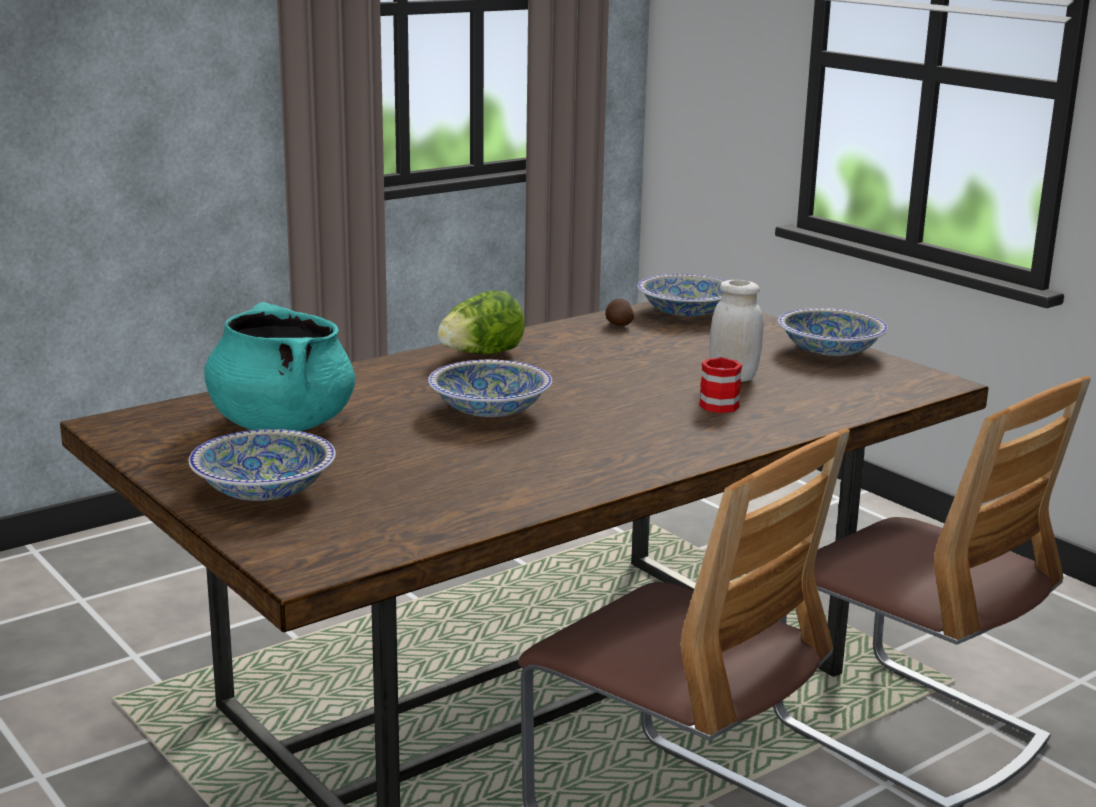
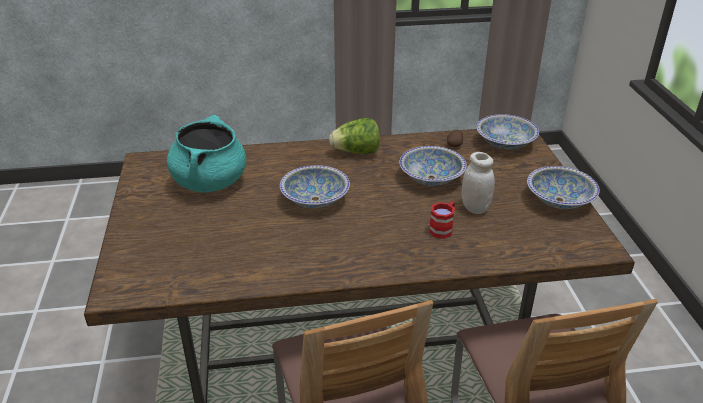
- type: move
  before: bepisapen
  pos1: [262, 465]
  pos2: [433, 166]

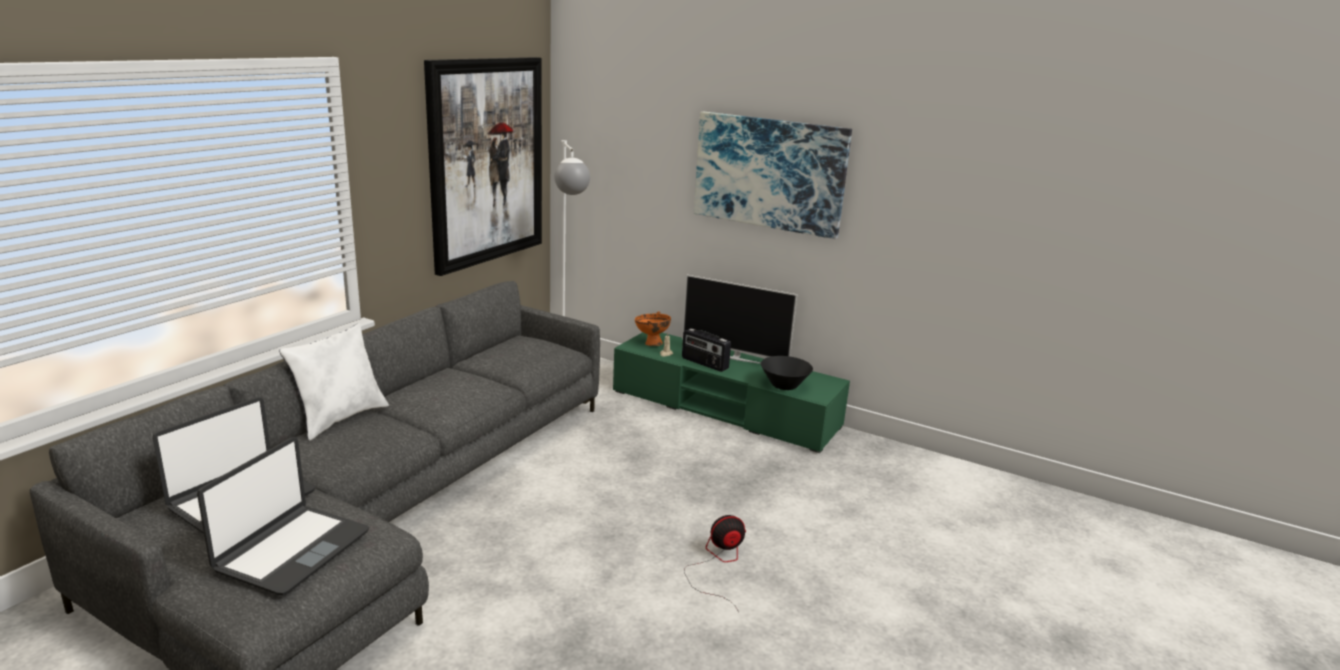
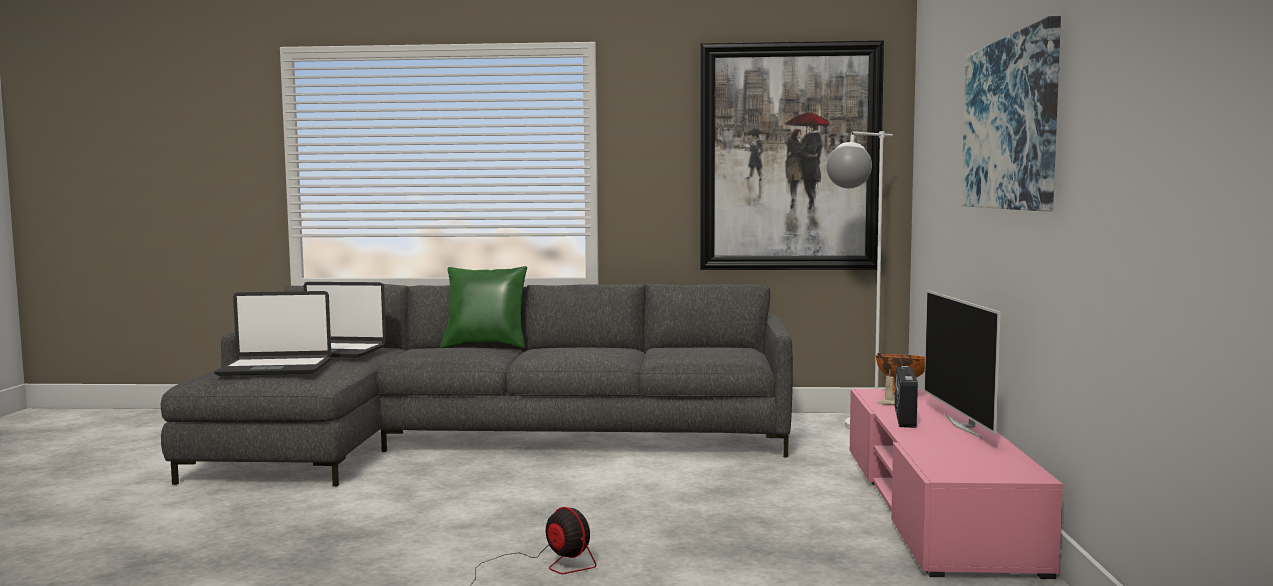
- type: delete
  before: black_bepisapen
  pos1: [787, 373]
- type: recolor
  before: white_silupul
  after: green_silupul
  pos1: [334, 382]
  pos2: [483, 307]
- type: recolor
  before: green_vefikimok
  after: pink_vefikimok
  pos1: [731, 392]
  pos2: [956, 484]

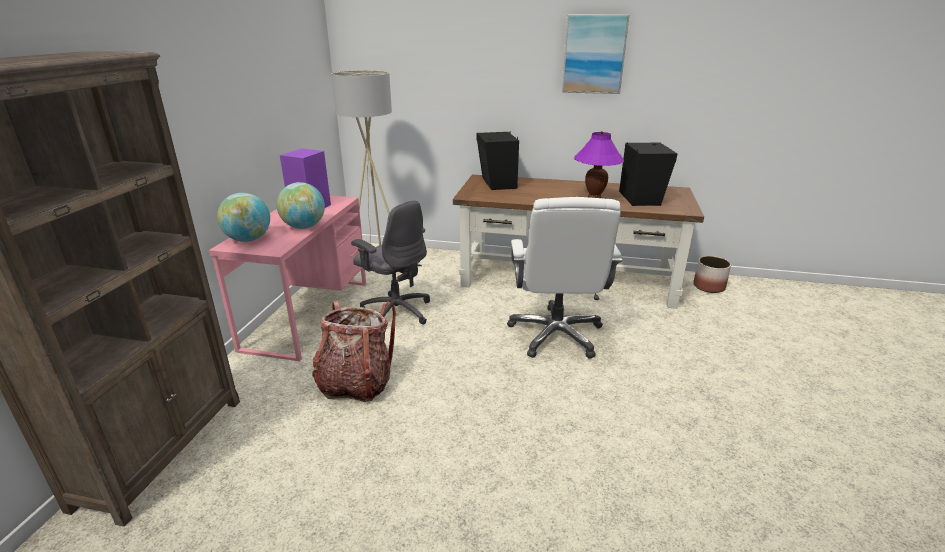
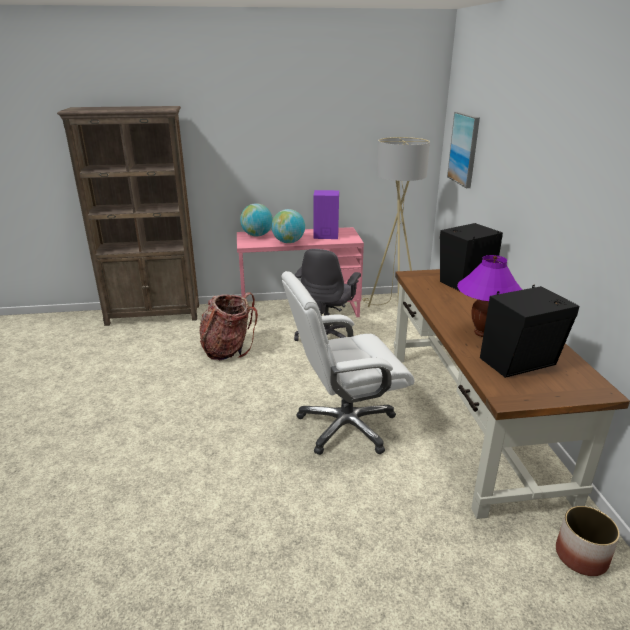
- type: move
  before: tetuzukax
  pos1: [596, 54]
  pos2: [463, 150]

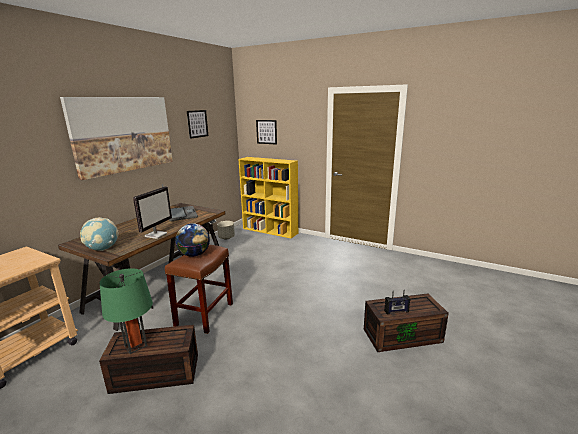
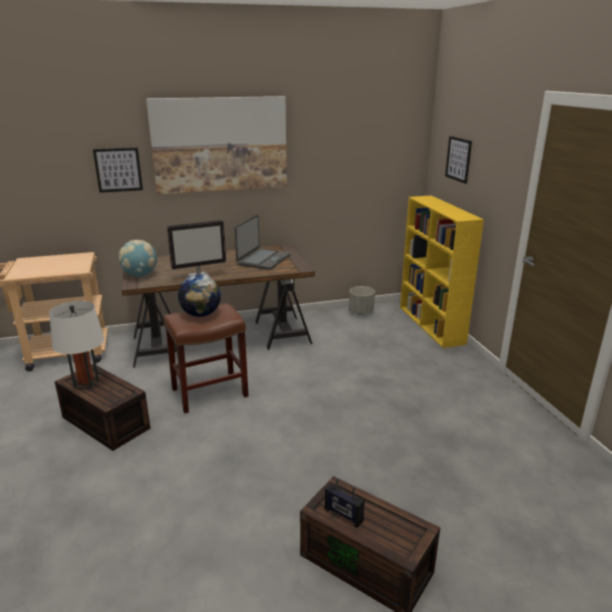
- type: move
  before: tetuzukax
  pos1: [197, 124]
  pos2: [118, 170]
- type: recolor
  before: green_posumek
  after: white_posumek
  pos1: [126, 311]
  pos2: [76, 345]

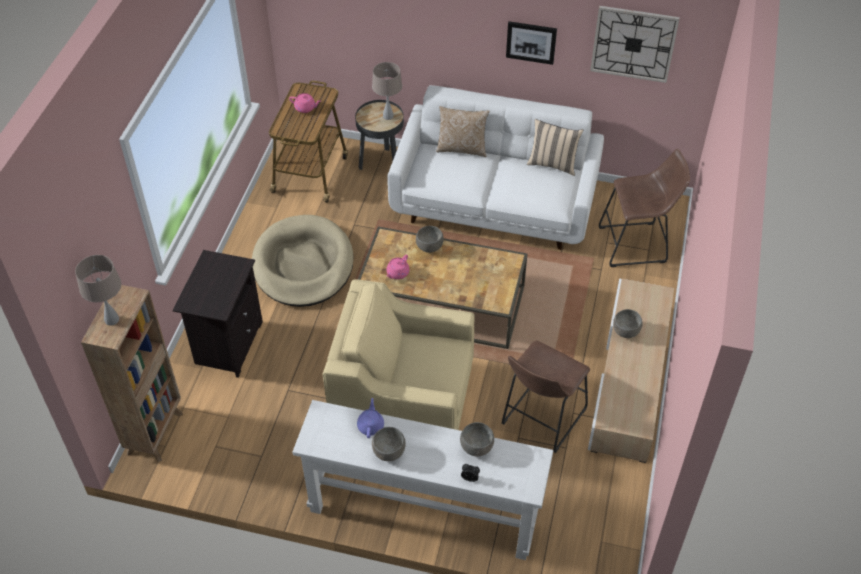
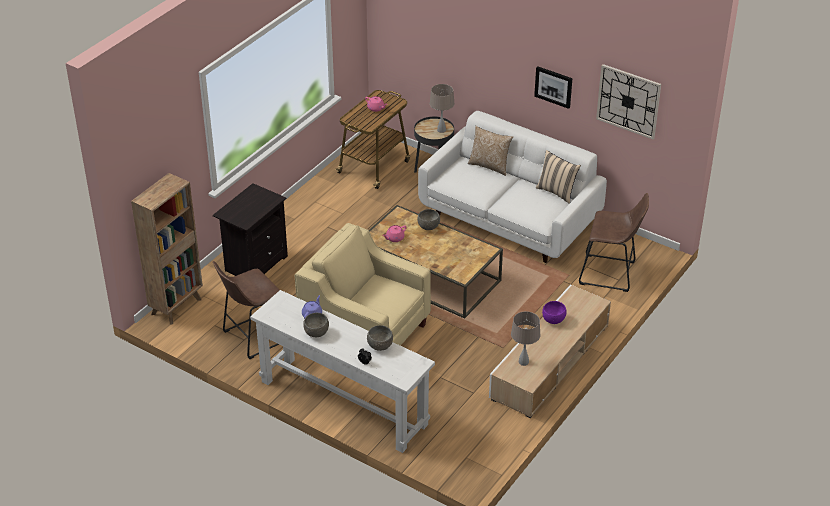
- type: delete
  before: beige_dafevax
  pos1: [302, 261]
- type: move
  before: beige_posumek
  pos1: [98, 290]
  pos2: [525, 338]
- type: move
  before: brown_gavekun
  pos1: [546, 397]
  pos2: [246, 310]
- type: recolor
  before: grey_bepisapen
  after: purple_bepisapen
  pos1: [628, 323]
  pos2: [554, 312]

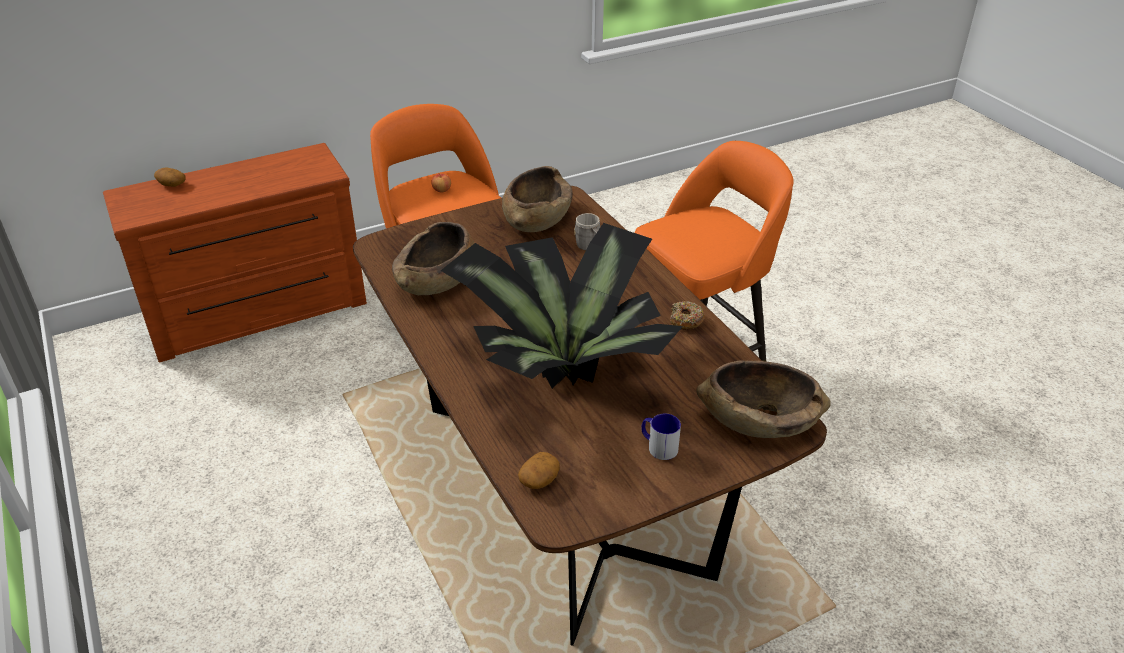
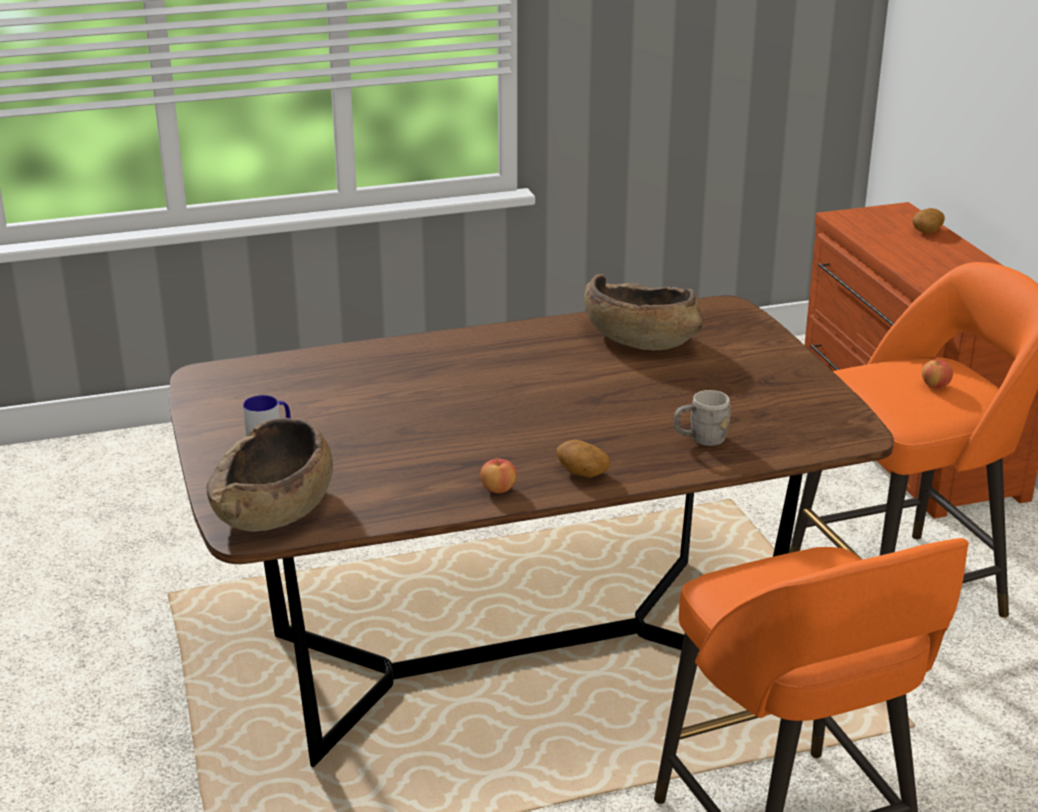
- type: delete
  before: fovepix
  pos1: [561, 306]
- type: delete
  before: brown_bepisapen
  pos1: [537, 199]
- type: move
  before: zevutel
  pos1: [539, 470]
  pos2: [583, 458]
- type: replace
  before: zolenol
  after: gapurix
  pos1: [687, 315]
  pos2: [498, 475]

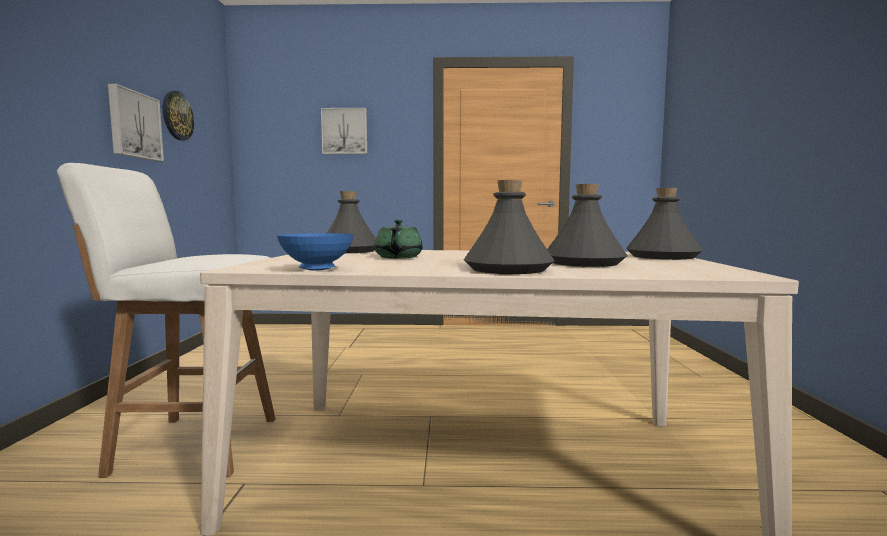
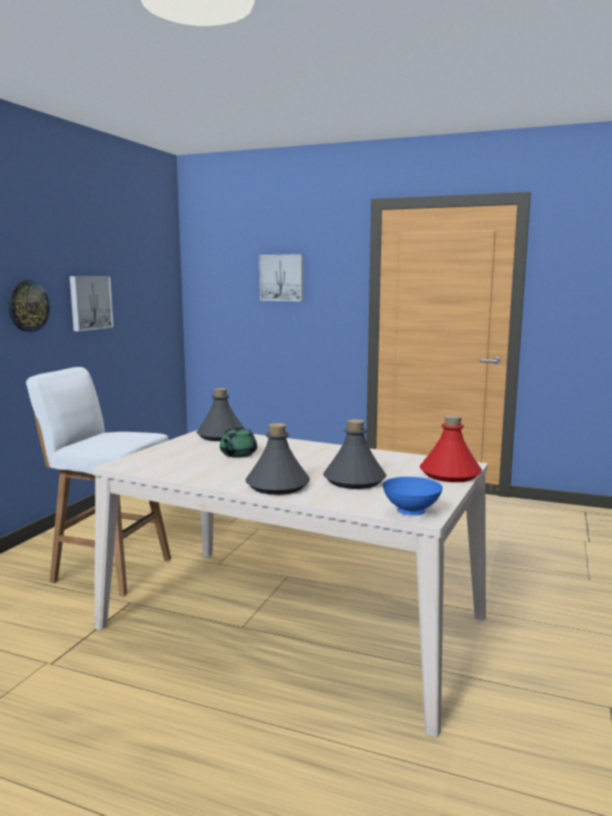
- type: move
  before: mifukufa
  pos1: [178, 115]
  pos2: [29, 306]
- type: move
  before: blue_bepisapen
  pos1: [315, 252]
  pos2: [412, 496]
- type: recolor
  before: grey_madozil
  after: red_madozil
  pos1: [664, 224]
  pos2: [451, 448]

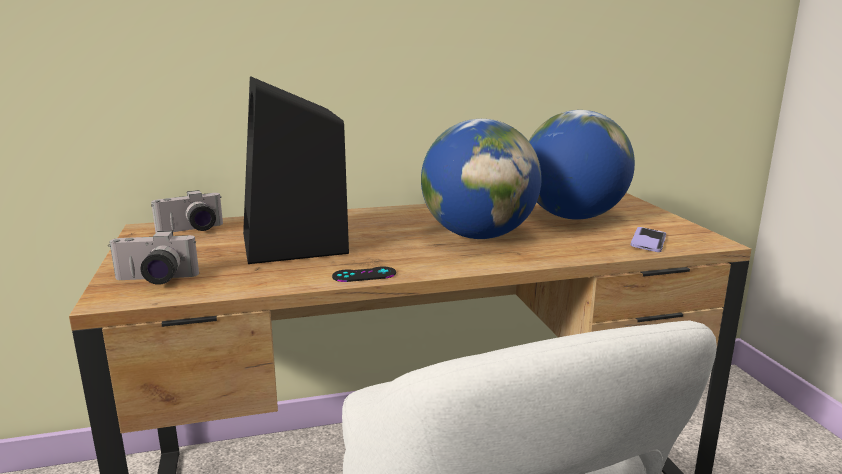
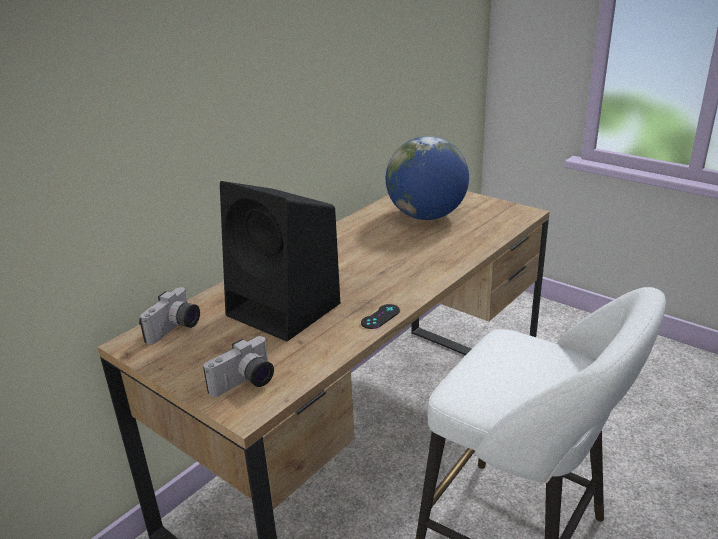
- type: delete
  before: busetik
  pos1: [481, 179]
- type: delete
  before: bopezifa
  pos1: [648, 239]

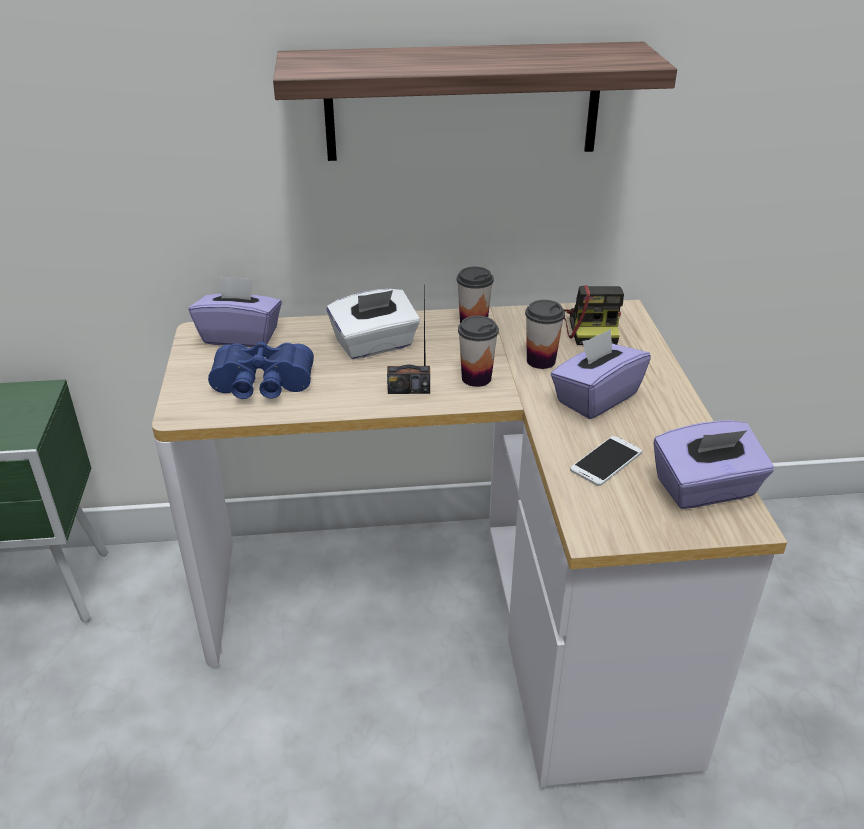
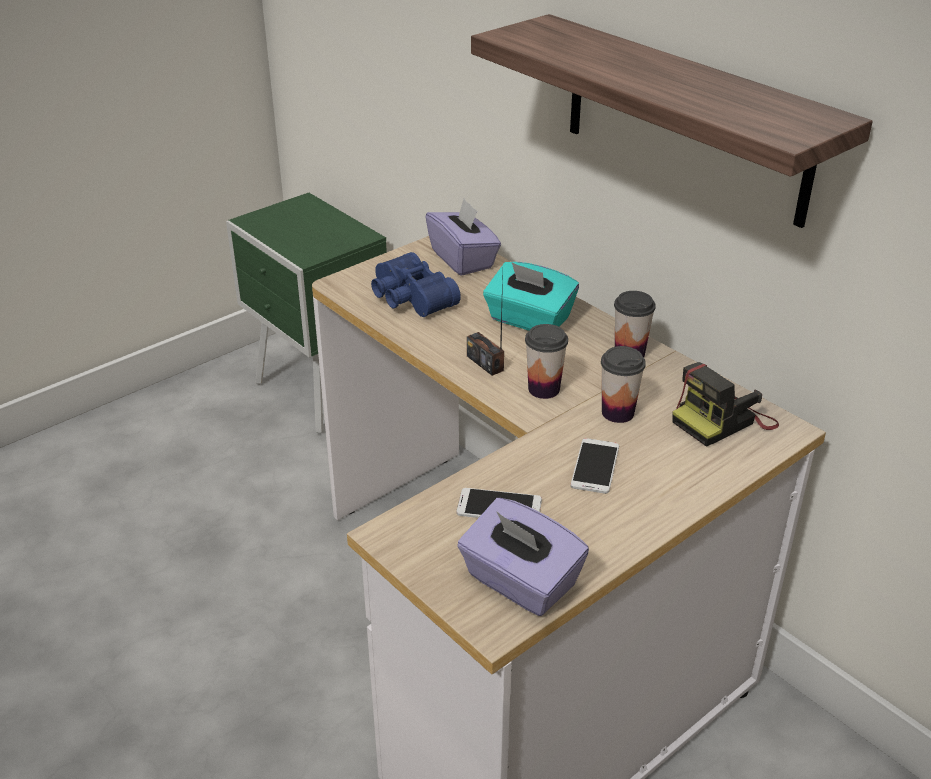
- type: replace
  before: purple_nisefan
  after: bopezifa
  pos1: [600, 374]
  pos2: [595, 466]
- type: recolor
  before: white_nisefan
  after: turquoise_nisefan
  pos1: [373, 324]
  pos2: [531, 296]

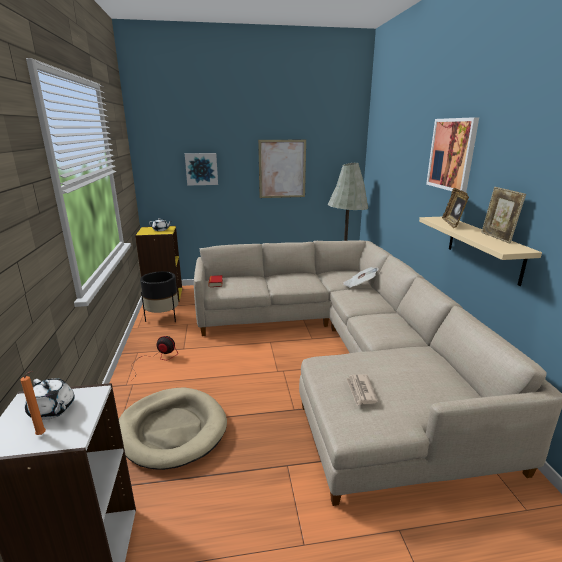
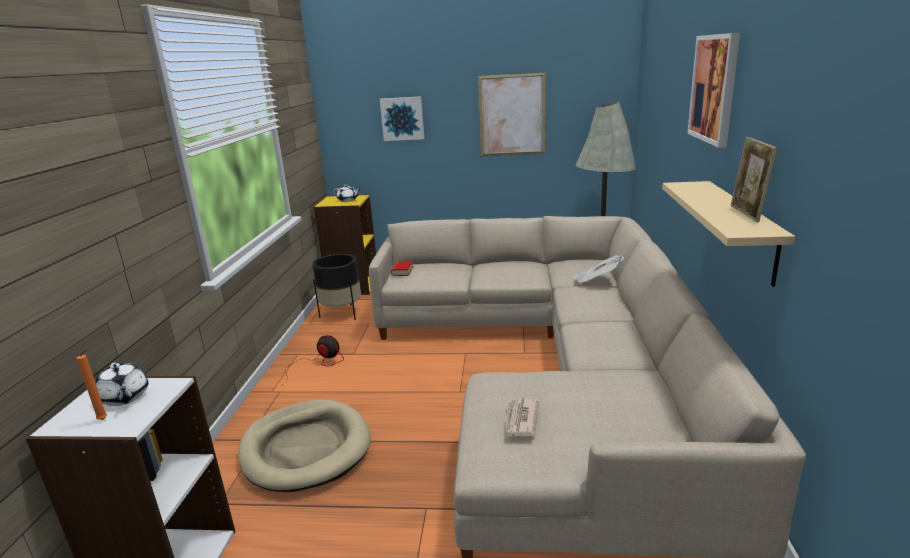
- type: delete
  before: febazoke
  pos1: [455, 208]

